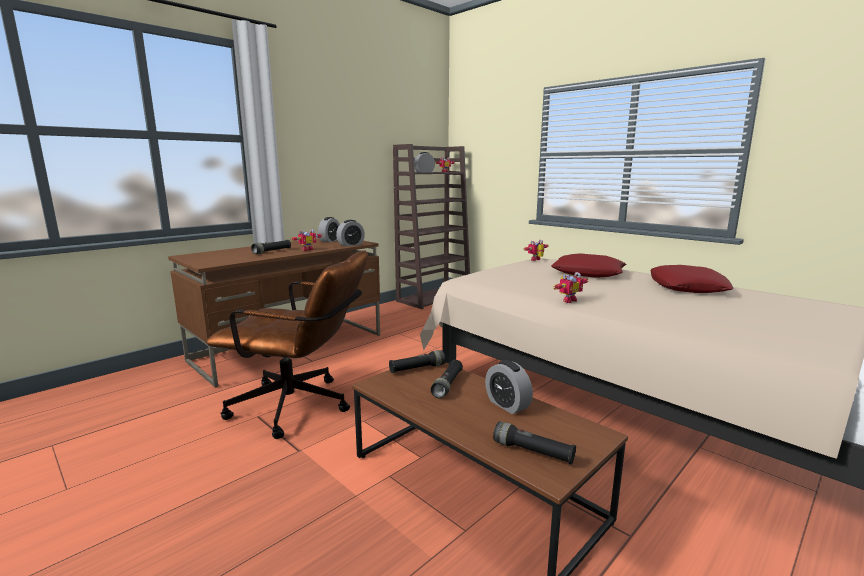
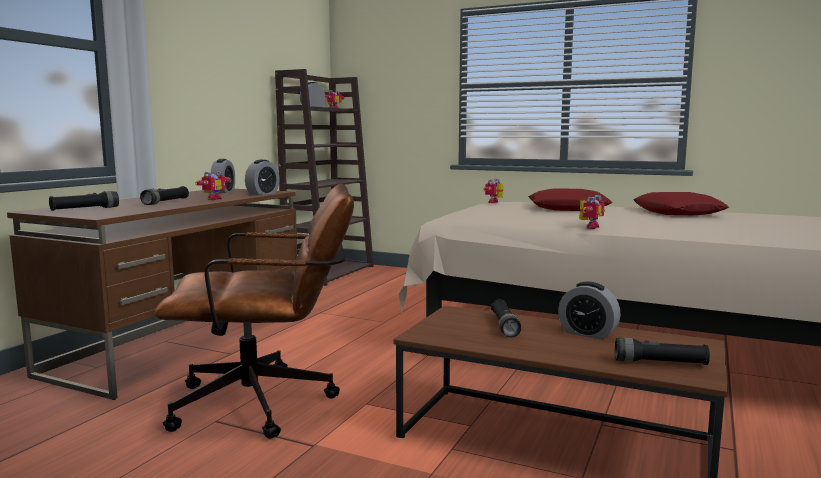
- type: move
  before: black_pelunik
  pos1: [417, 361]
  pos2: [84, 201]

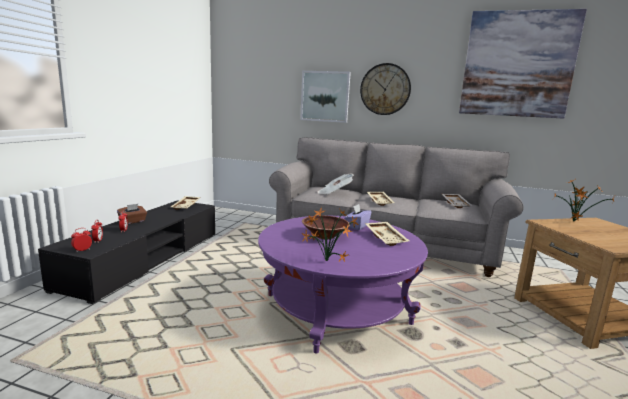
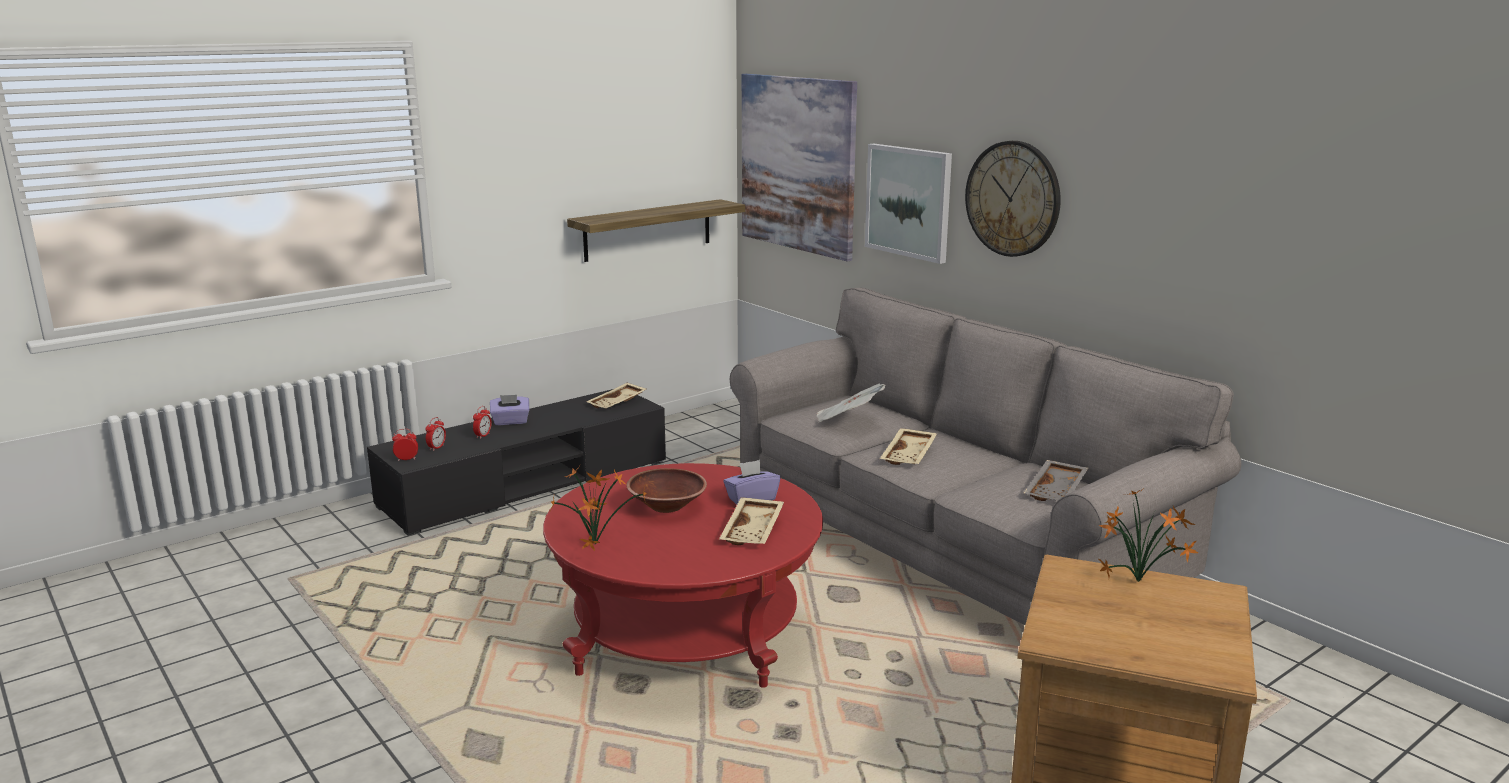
- type: insert
  after: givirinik
  pos2: [656, 230]
- type: move
  before: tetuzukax
  pos1: [523, 64]
  pos2: [799, 168]
- type: recolor
  before: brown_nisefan
  after: purple_nisefan
  pos1: [132, 214]
  pos2: [509, 410]
- type: recolor
  before: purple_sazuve
  after: red_sazuve
  pos1: [343, 284]
  pos2: [683, 575]

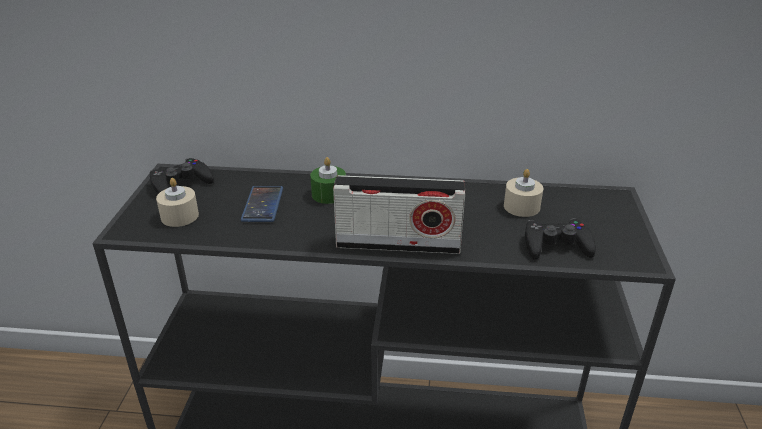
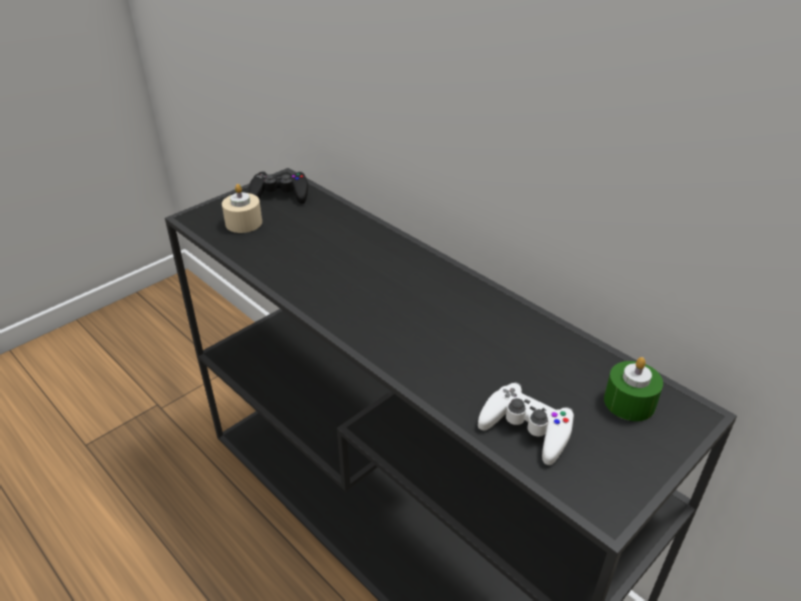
- type: delete
  before: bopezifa
  pos1: [262, 204]
- type: delete
  before: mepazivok
  pos1: [399, 214]
- type: delete
  before: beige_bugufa
  pos1: [523, 193]
- type: move
  before: green_bugufa
  pos1: [328, 180]
  pos2: [633, 389]
- type: recolor
  before: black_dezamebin
  after: white_dezamebin
  pos1: [560, 239]
  pos2: [526, 423]

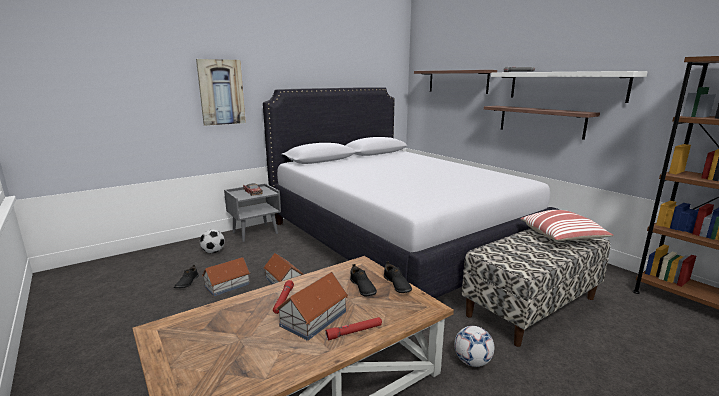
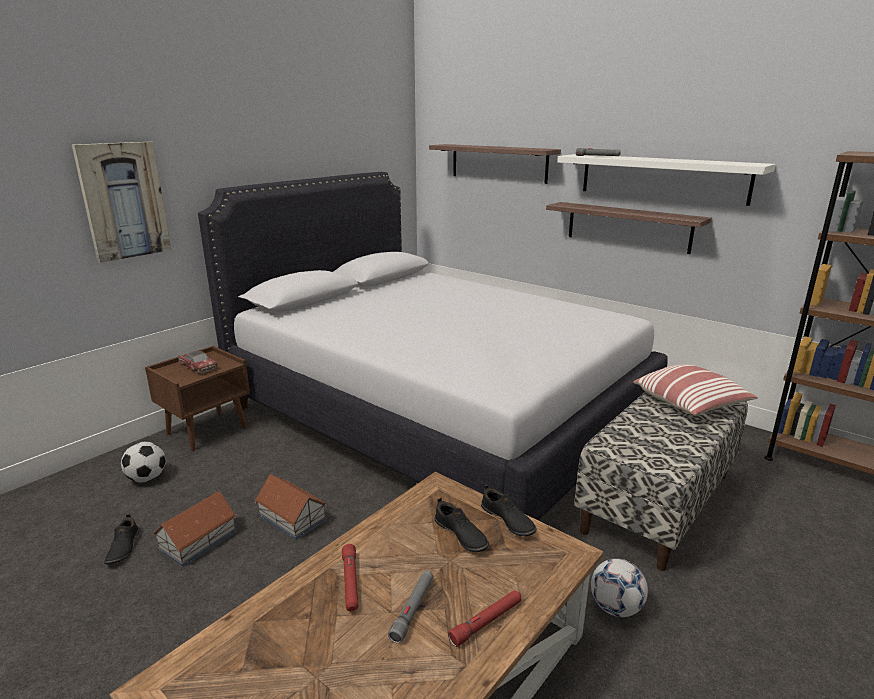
- type: replace
  before: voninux
  after: grey_pelunik
  pos1: [312, 306]
  pos2: [411, 607]
- type: recolor
  before: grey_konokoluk
  after: brown_konokoluk
  pos1: [252, 212]
  pos2: [197, 398]

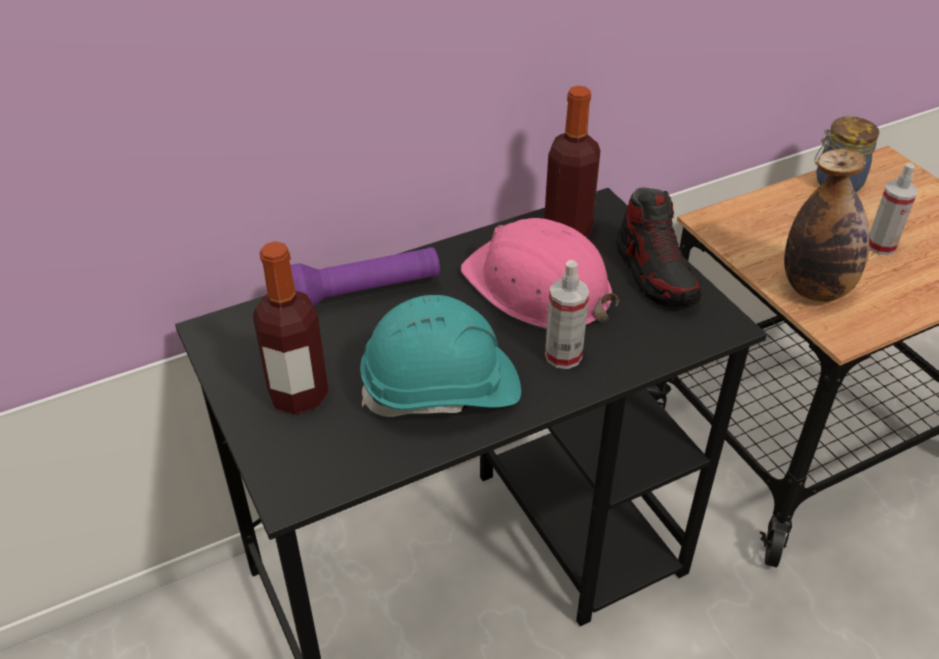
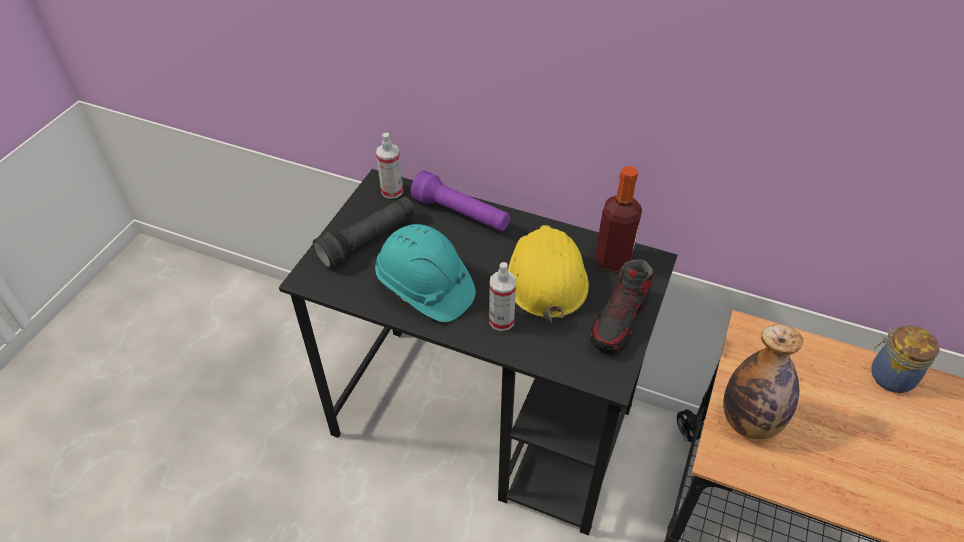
- type: move
  before: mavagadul
  pos1: [893, 209]
  pos2: [389, 166]
- type: replace
  before: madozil
  after: black_pelunik
  pos1: [291, 328]
  pos2: [364, 232]
- type: recolor
  before: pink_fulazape
  after: yellow_fulazape
  pos1: [540, 273]
  pos2: [548, 274]

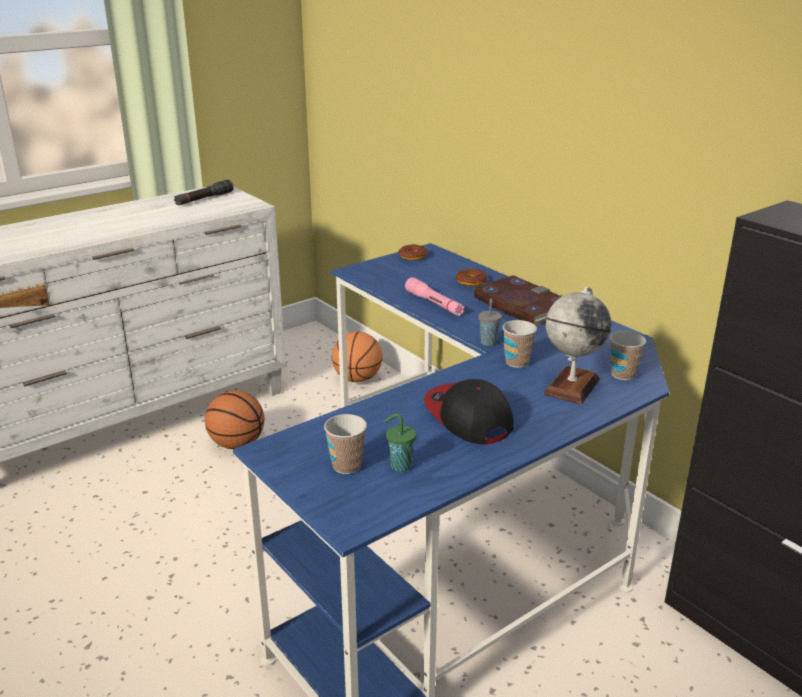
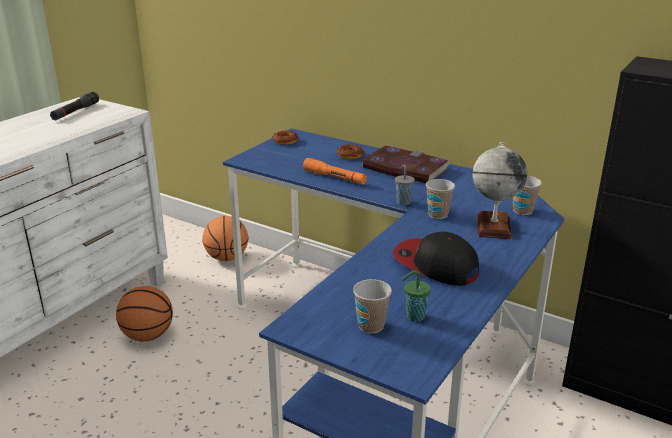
- type: recolor
  before: pink_pelunik
  after: orange_pelunik
  pos1: [434, 296]
  pos2: [335, 171]

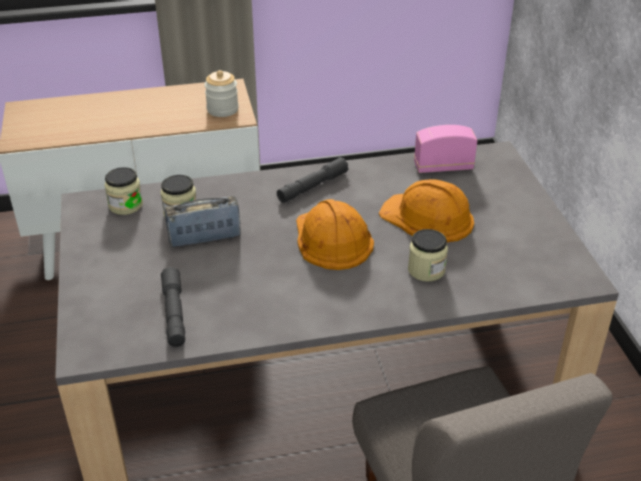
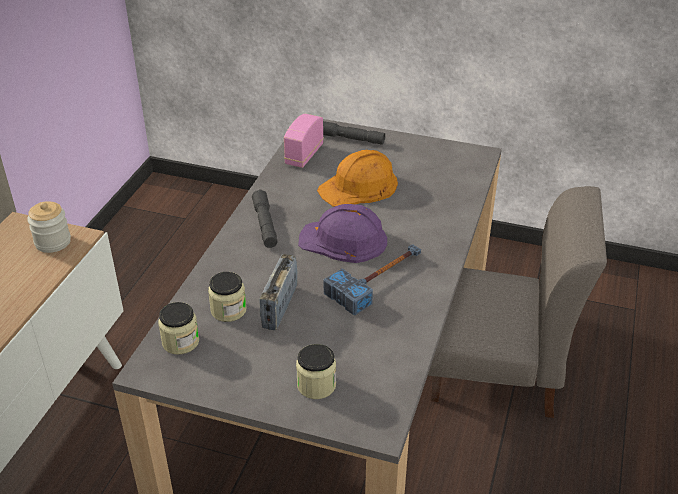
- type: insert
  after: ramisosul
  pos2: [372, 279]
- type: move
  before: grey_pelunik
  pos1: [173, 307]
  pos2: [354, 133]
- type: move
  before: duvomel
  pos1: [428, 255]
  pos2: [316, 371]
- type: recolor
  before: orange_fulazape
  after: purple_fulazape
  pos1: [335, 234]
  pos2: [342, 233]

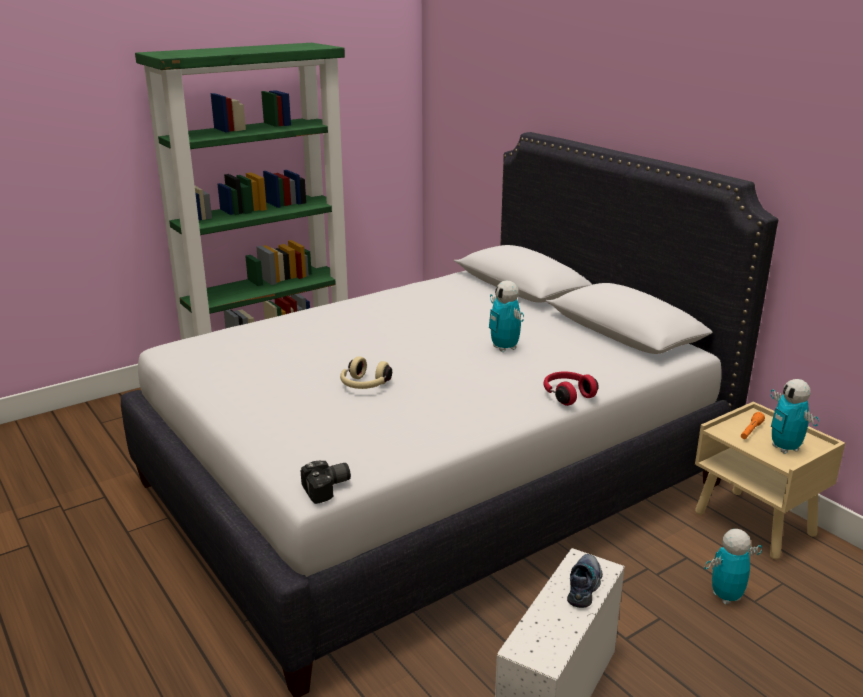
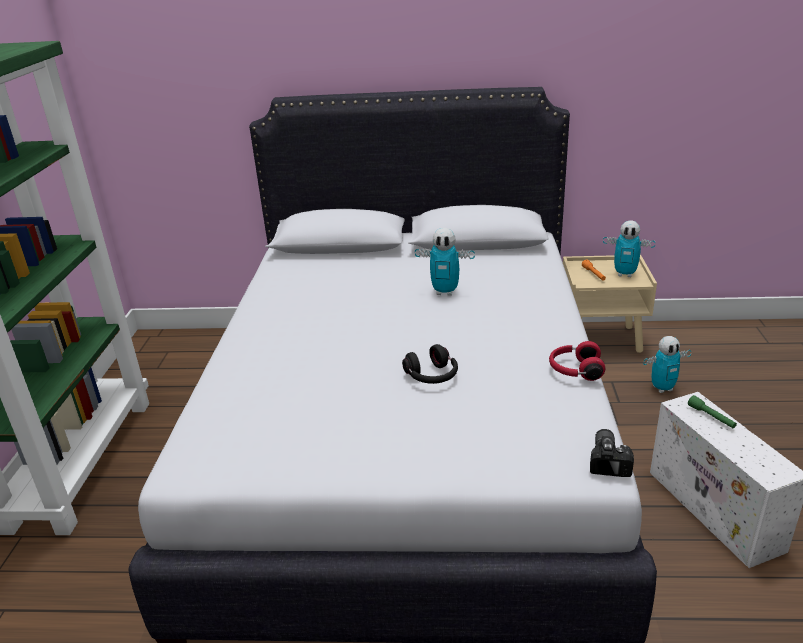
- type: move
  before: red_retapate
  pos1: [571, 389]
  pos2: [577, 361]
- type: replace
  before: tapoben
  after: green_pelunik
  pos1: [585, 581]
  pos2: [712, 411]
- type: recolor
  before: beige_retapate
  after: black_retapate
  pos1: [366, 372]
  pos2: [430, 364]
- type: rotate
  before: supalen
  pos1: [733, 566]
  pos2: [667, 364]
  turn: -120

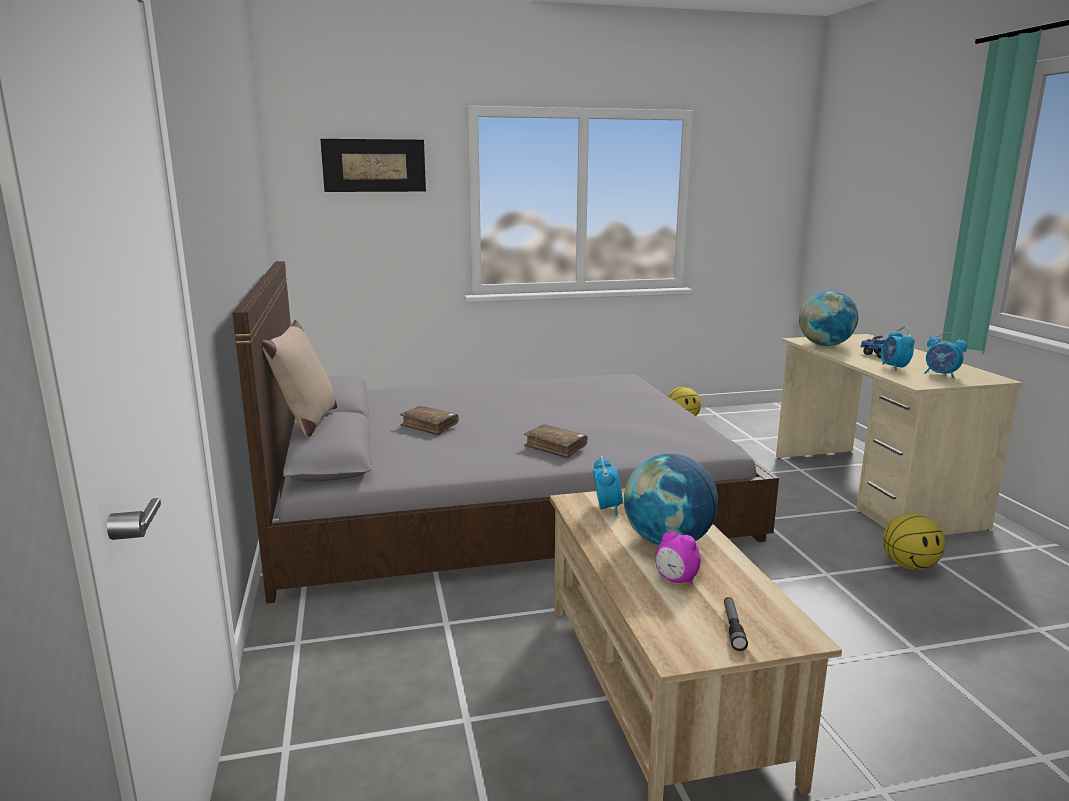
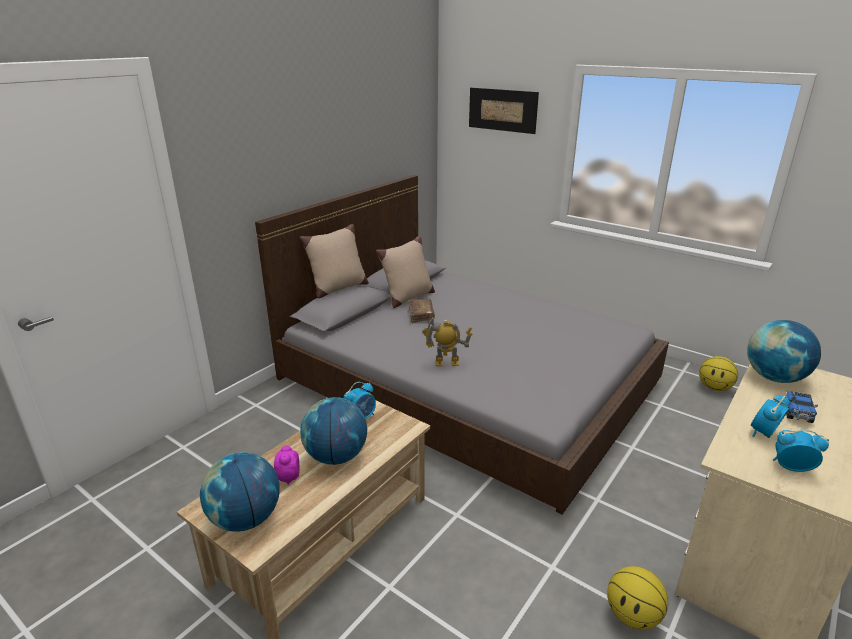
- type: insert
  after: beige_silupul
  pos2: [405, 272]
- type: replace
  before: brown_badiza
  after: supalen
  pos1: [556, 441]
  pos2: [447, 341]
- type: replace
  before: pelunik
  after: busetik
  pos1: [736, 624]
  pos2: [240, 492]
- type: rotate
  before: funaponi
  pos1: [946, 355]
  pos2: [801, 451]
  turn: 105

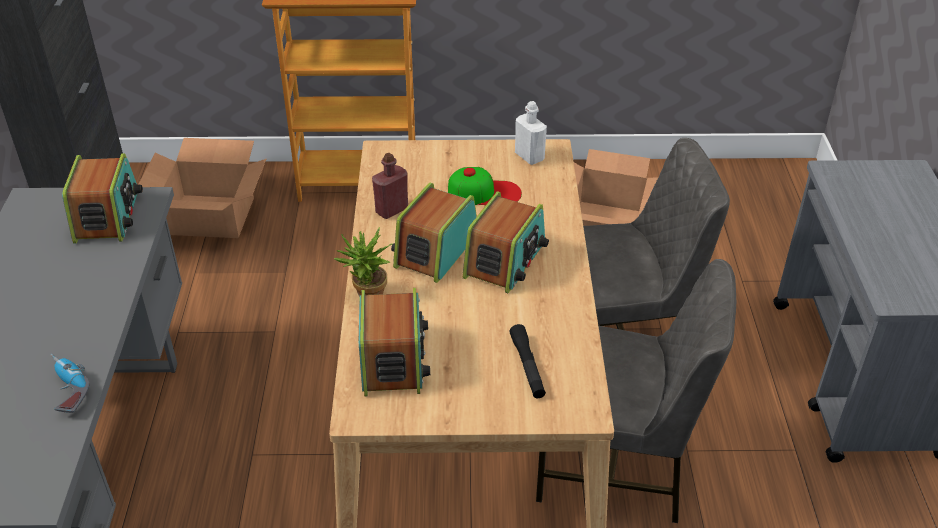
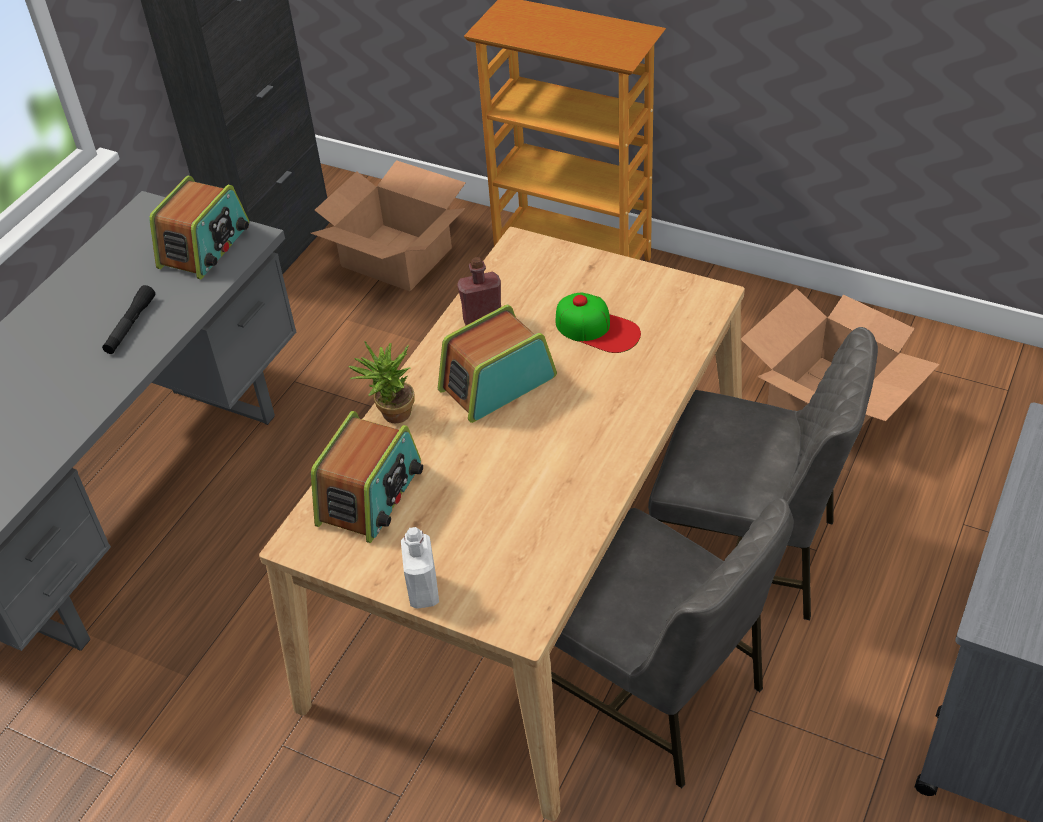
- type: delete
  before: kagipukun
  pos1: [69, 383]
- type: delete
  before: mepazivok
  pos1: [506, 242]
- type: move
  before: black_pelunik
  pos1: [527, 361]
  pos2: [128, 319]
- type: move
  before: white_madozil
  pos1: [531, 133]
  pos2: [420, 568]

